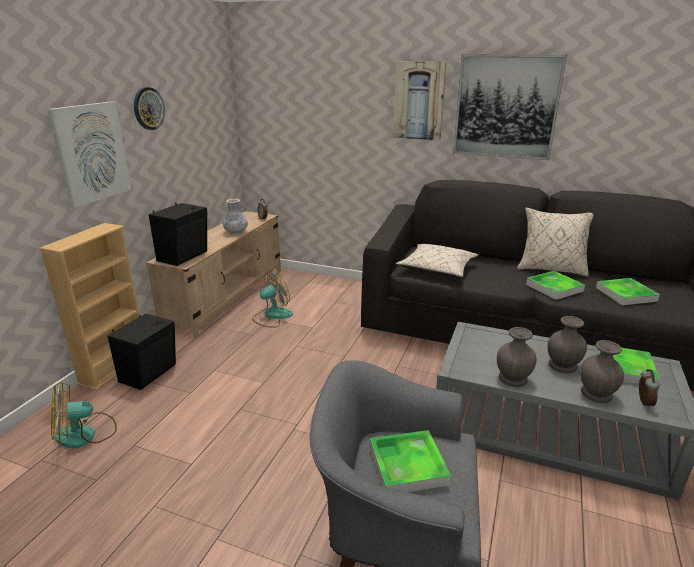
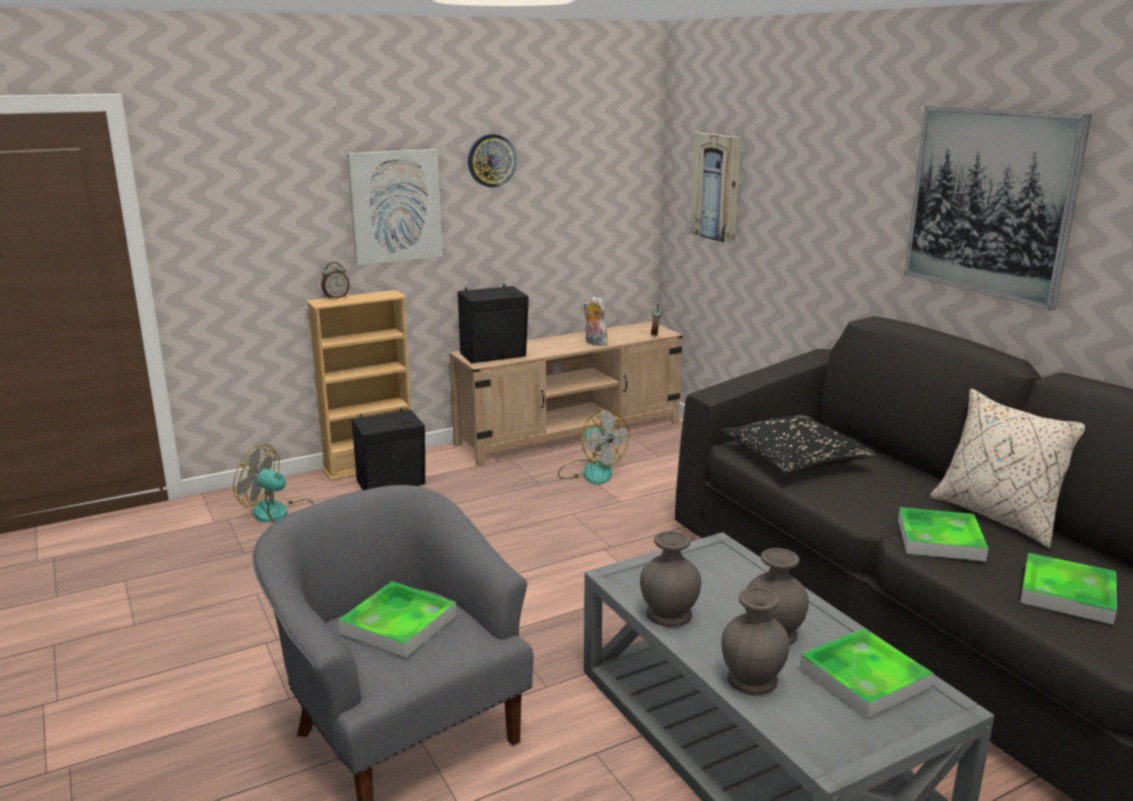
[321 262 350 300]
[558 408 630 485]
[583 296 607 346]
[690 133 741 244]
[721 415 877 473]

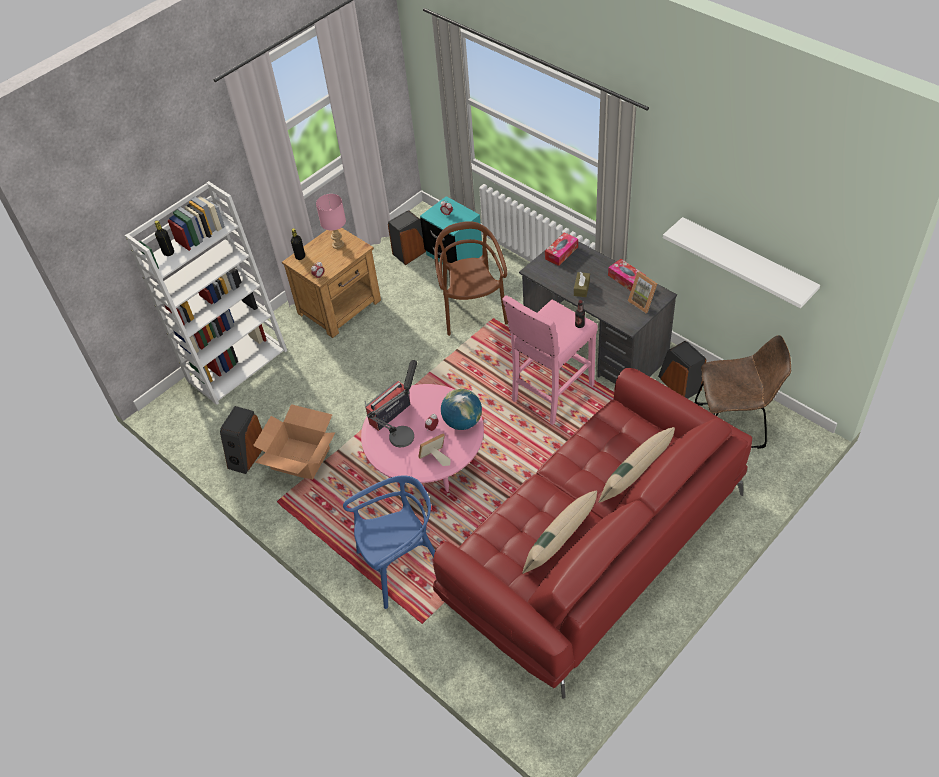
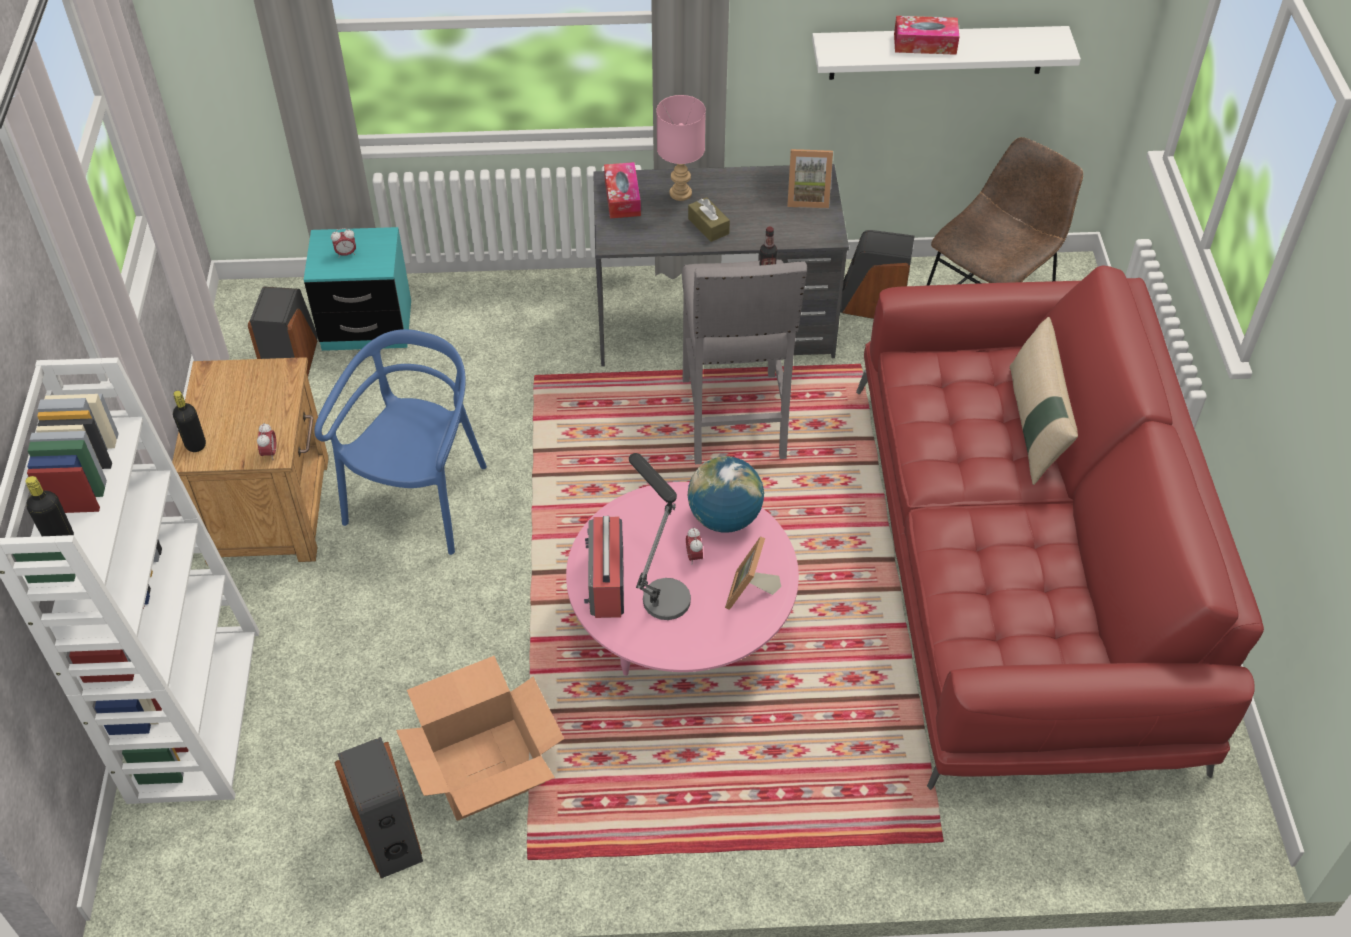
[314 329 487 555]
[656 95 706 201]
[682 259 807 464]
[894 16 959 55]
[434 221 508 336] (first image)
[522 491 597 574] (first image)

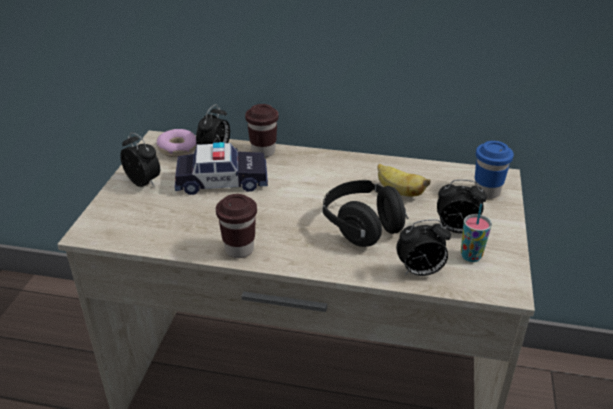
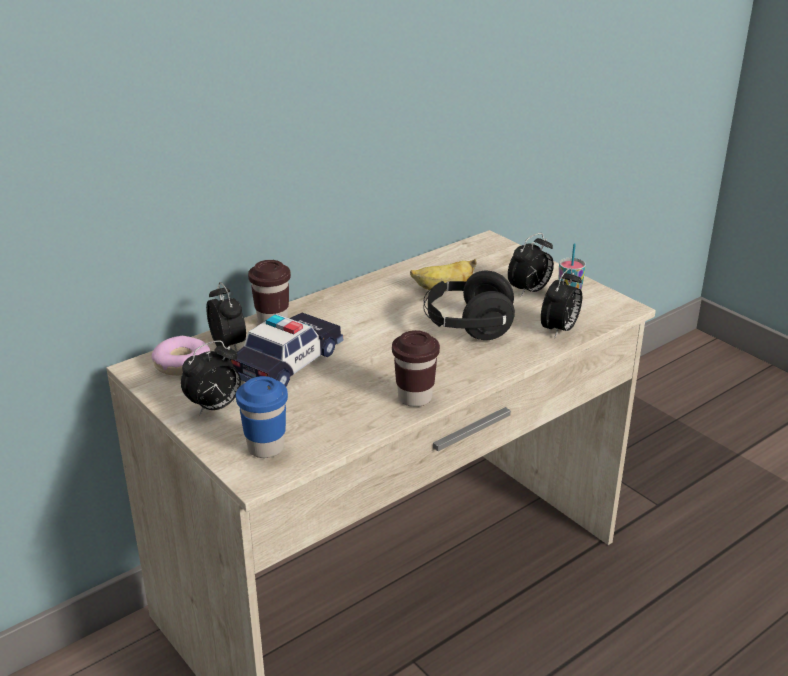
[181 340 241 416]
[236 376 288 458]

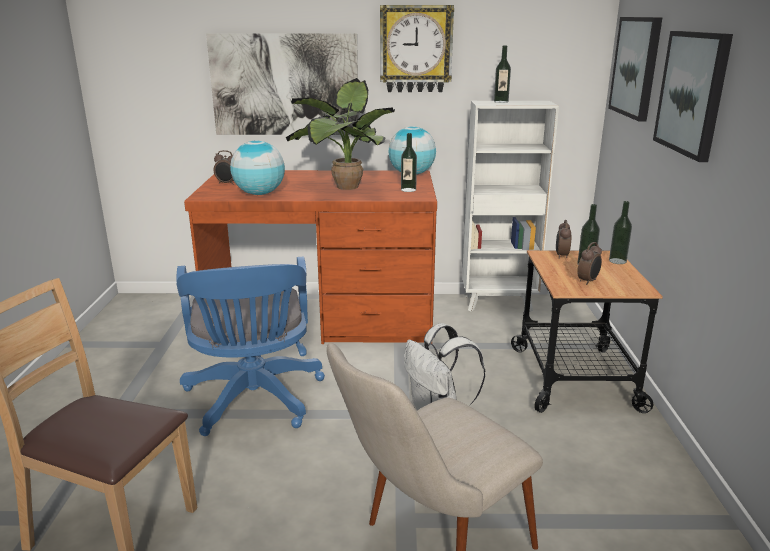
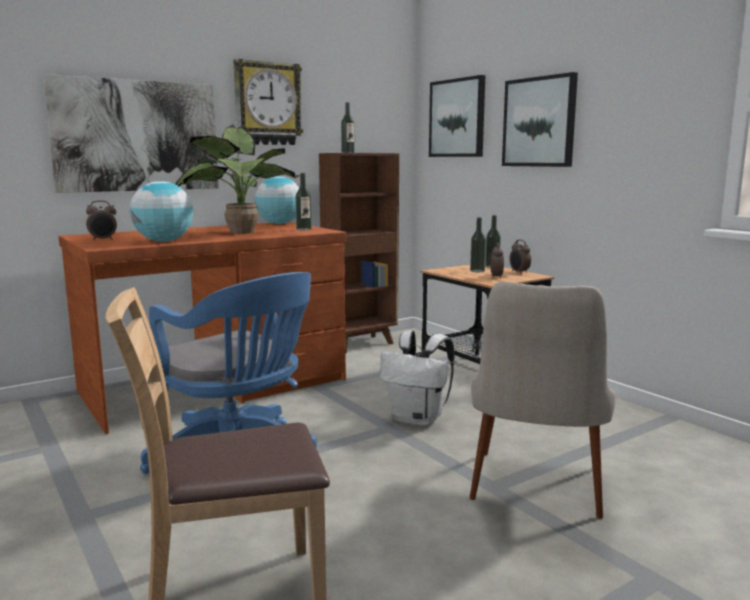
[319 153 399 353]
[509 239 531 274]

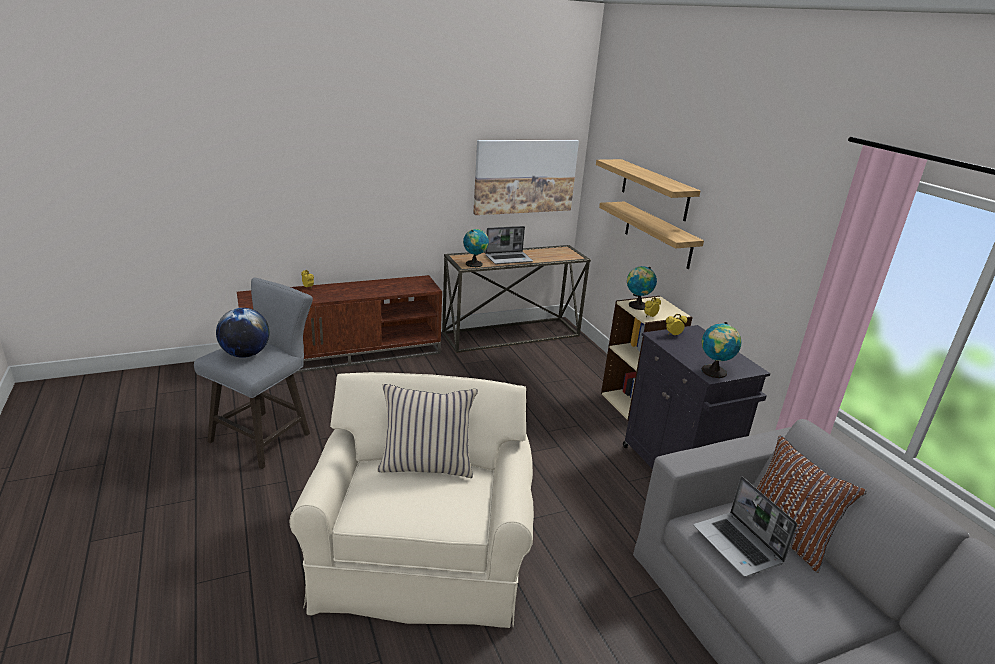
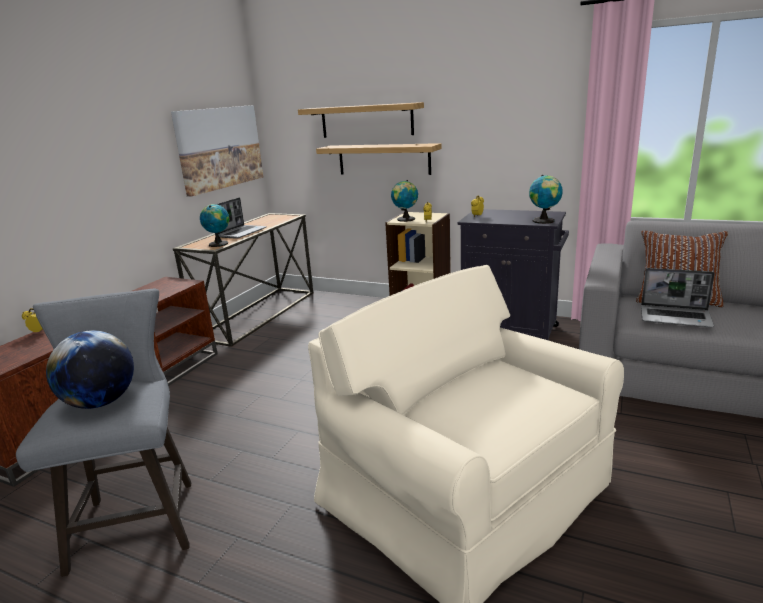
[377 384 478 478] (first image)

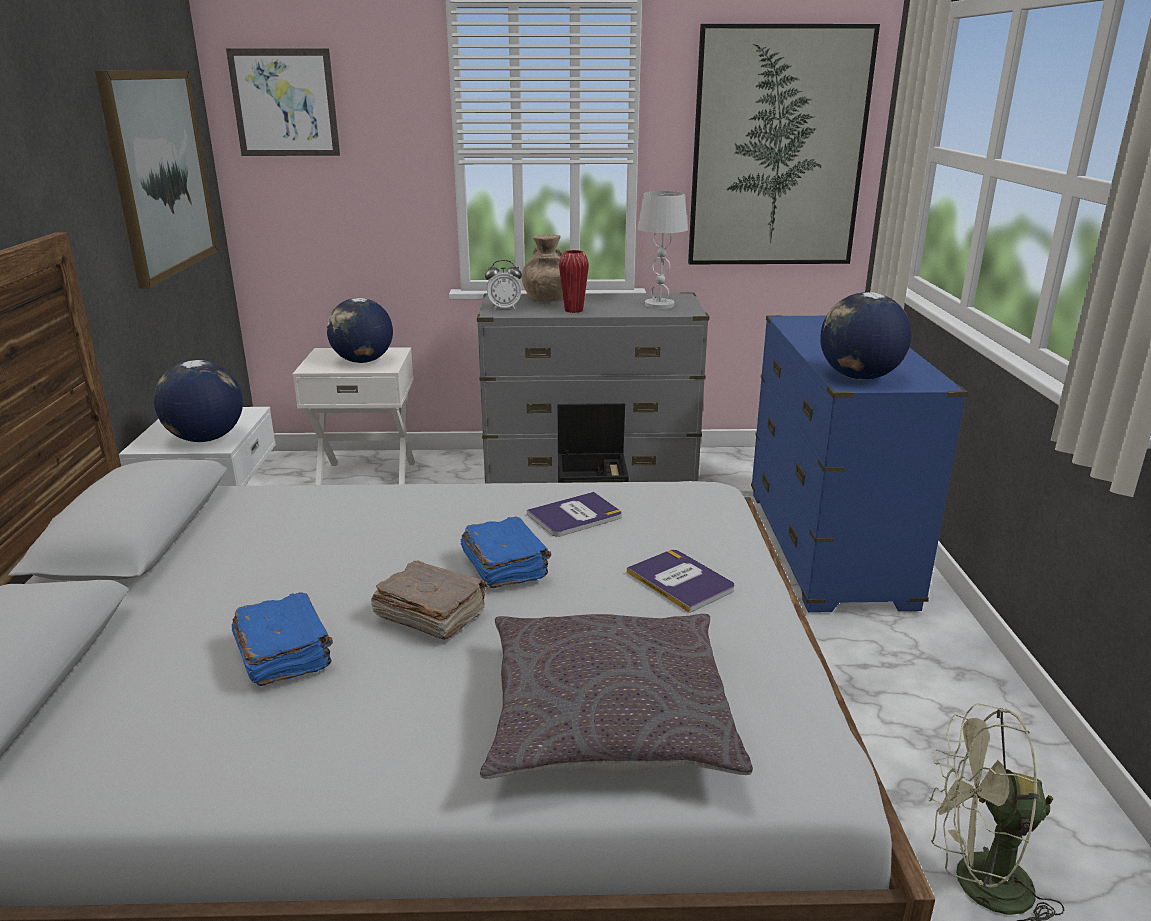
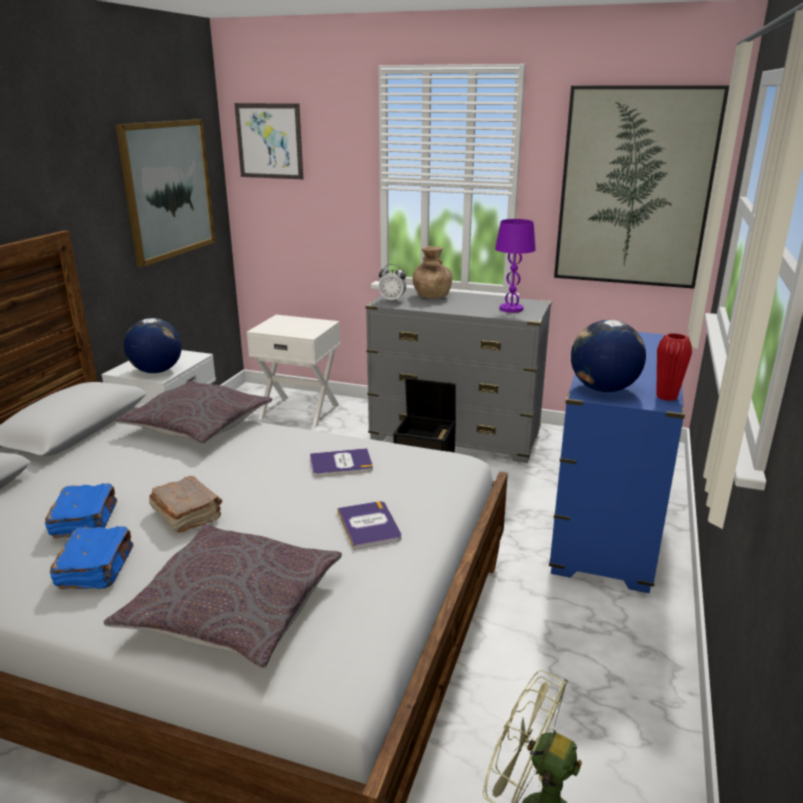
[50 526 133 589]
[115 381 272 444]
[495 219 536 313]
[657 333 692 401]
[327 298 393 363] (first image)

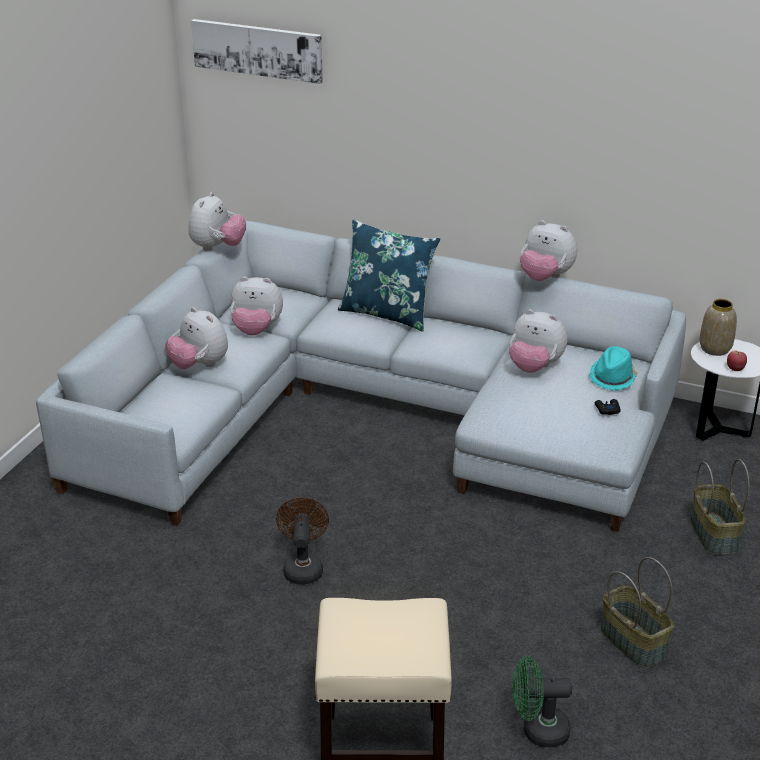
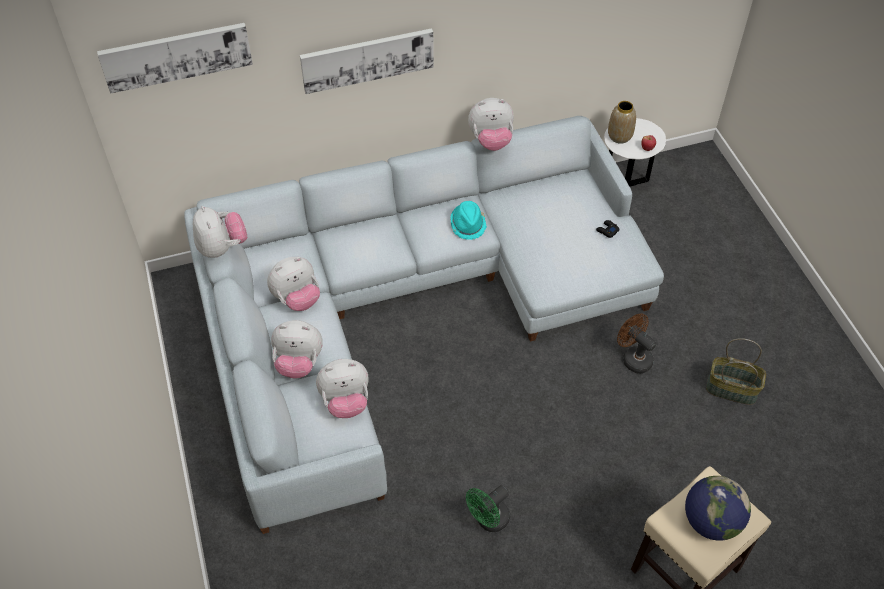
[300 28 434 94]
[316 359 369 418]
[450 201 487 240]
[466 485 510 532]
[617 314 656 374]
[685 476 751 541]
[338 219 440 332] (first image)
[690 459 750 555] (first image)

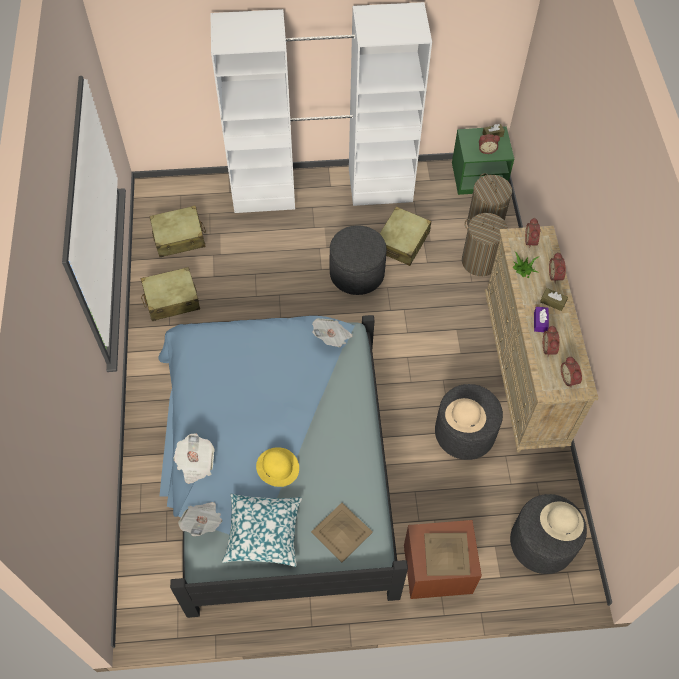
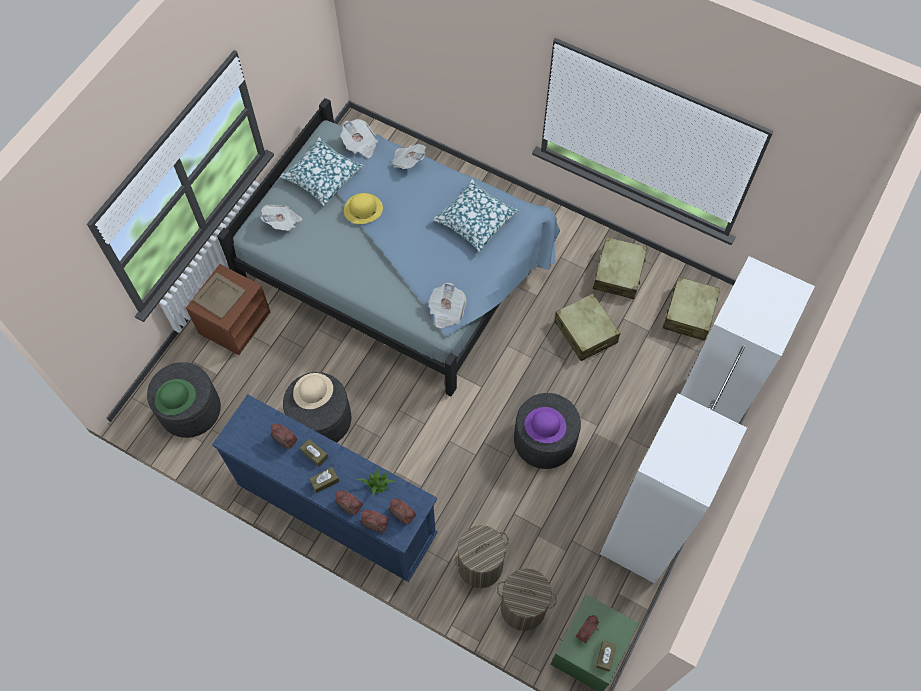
[155 379 196 415]
[212 394 438 582]
[261 205 302 231]
[300 439 328 467]
[360 510 389 532]
[433 179 519 252]
[525 407 566 443]
[555 293 620 361]

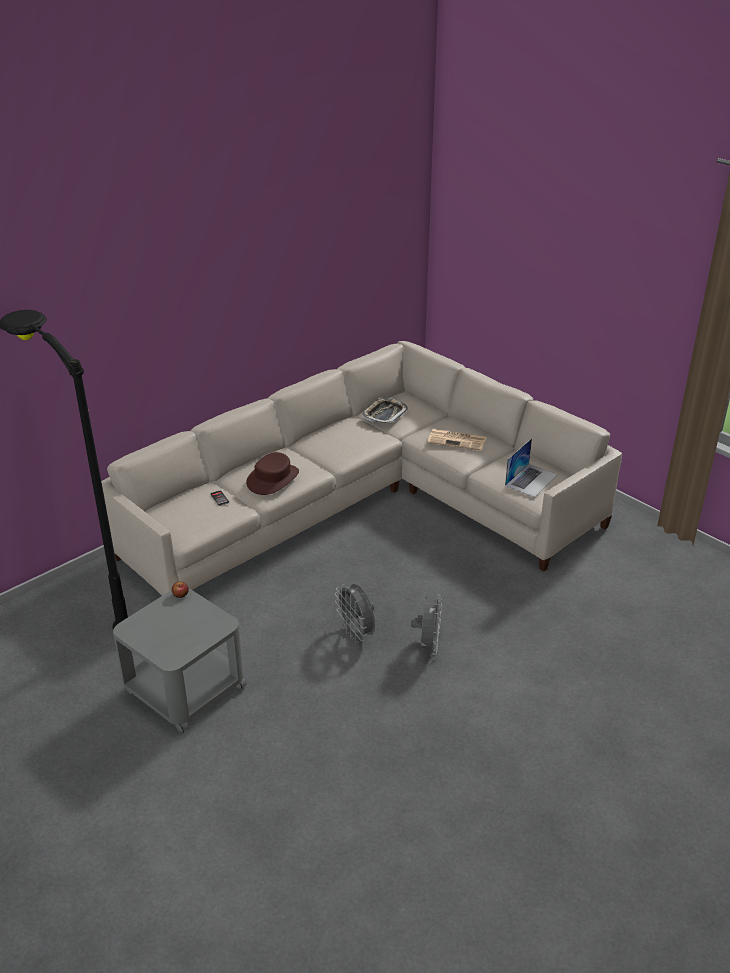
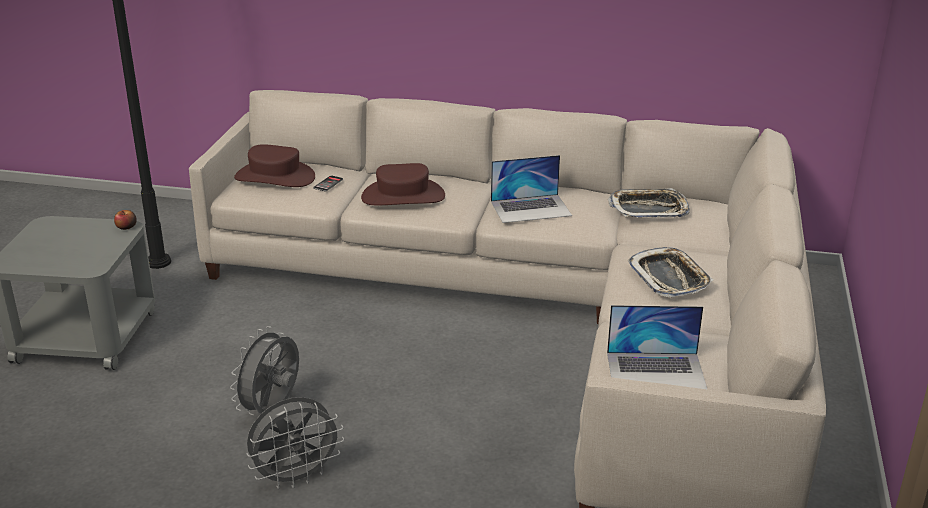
[234 144 315 187]
[491 155 572 223]
[628 247 714 297]

